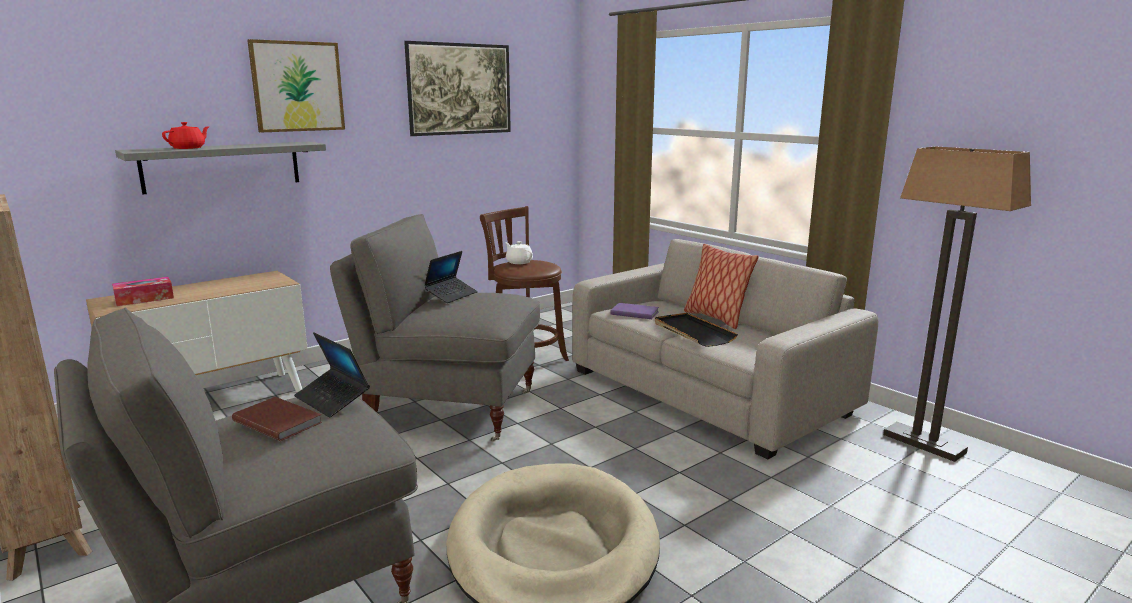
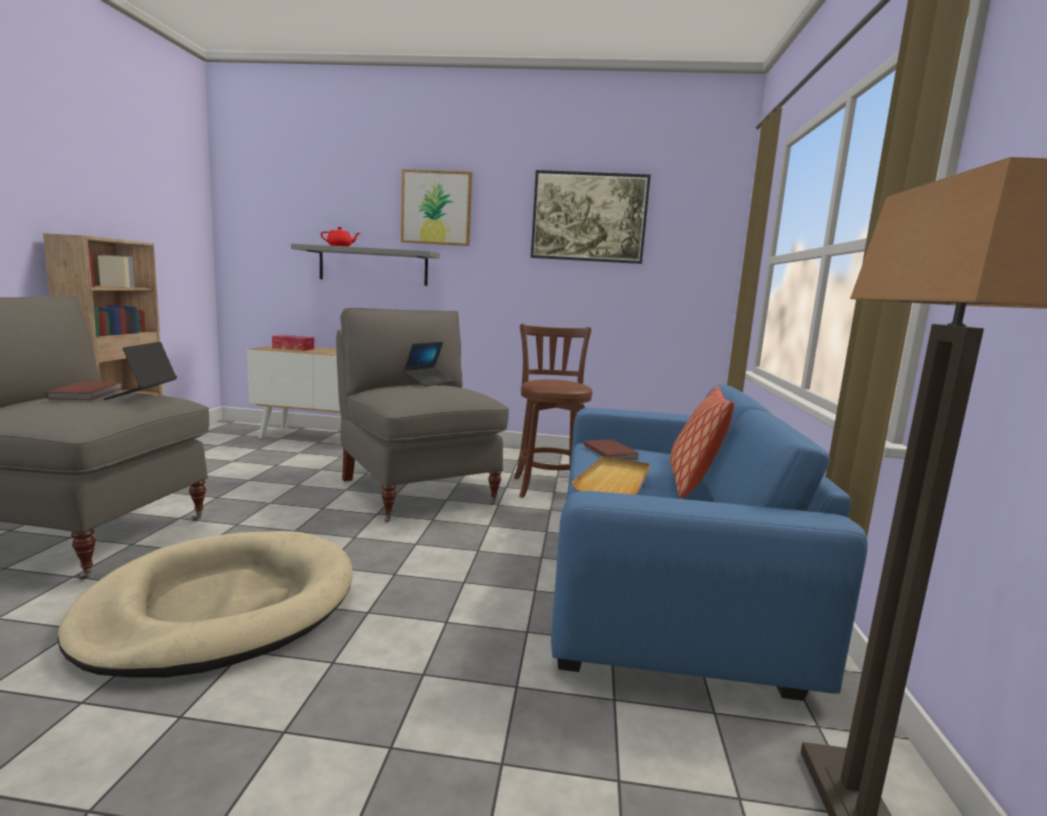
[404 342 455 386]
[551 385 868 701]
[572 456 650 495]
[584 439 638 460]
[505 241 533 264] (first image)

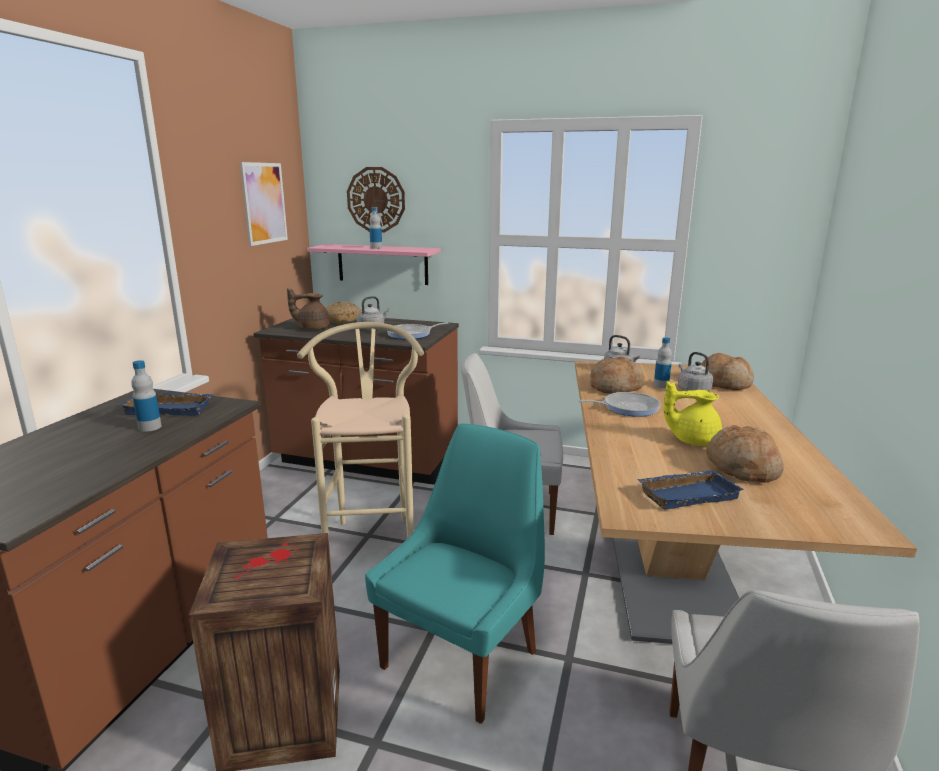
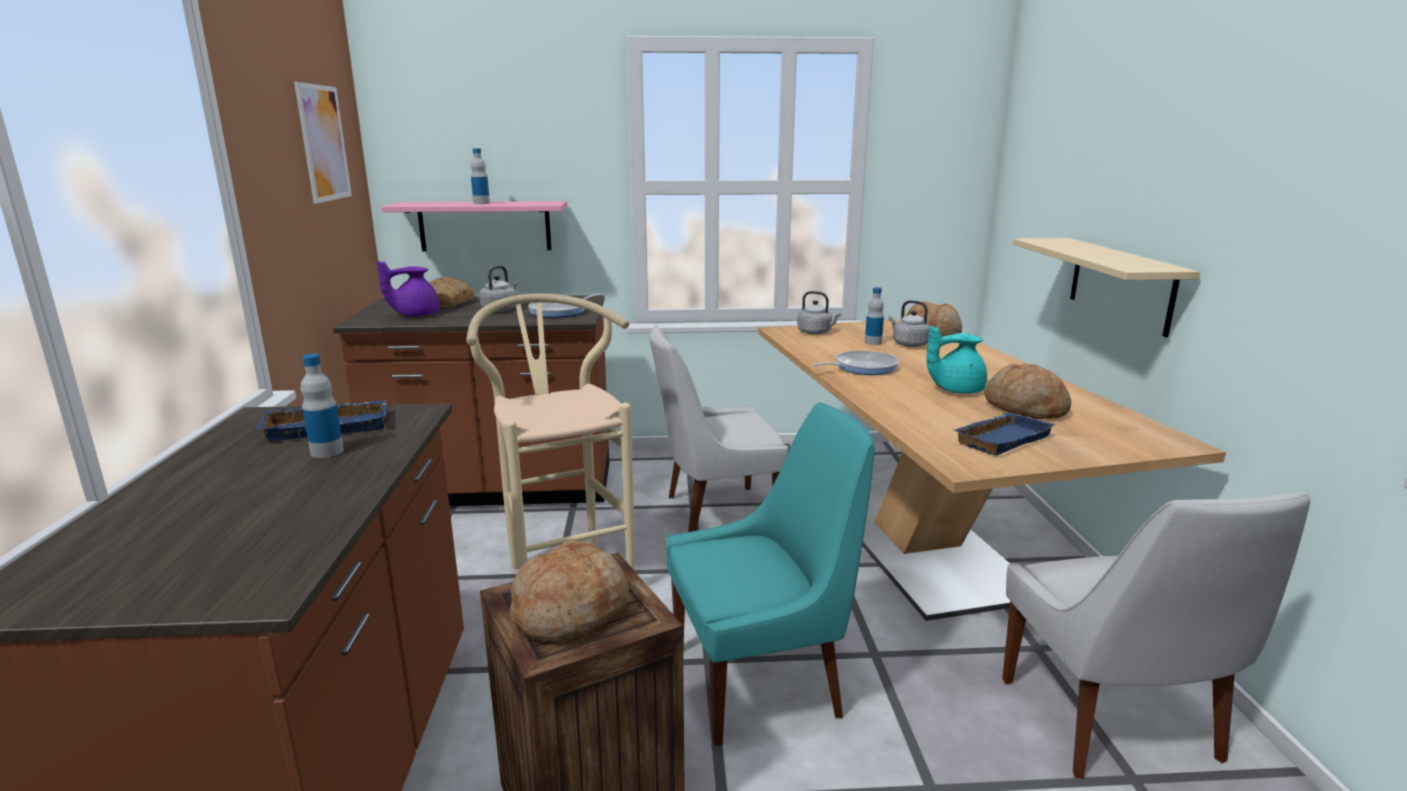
[377 261 439 317]
[510 541 629 642]
[666 403 875 746]
[926 326 987 394]
[1013 238 1200 337]
[347 167 405 232] (first image)

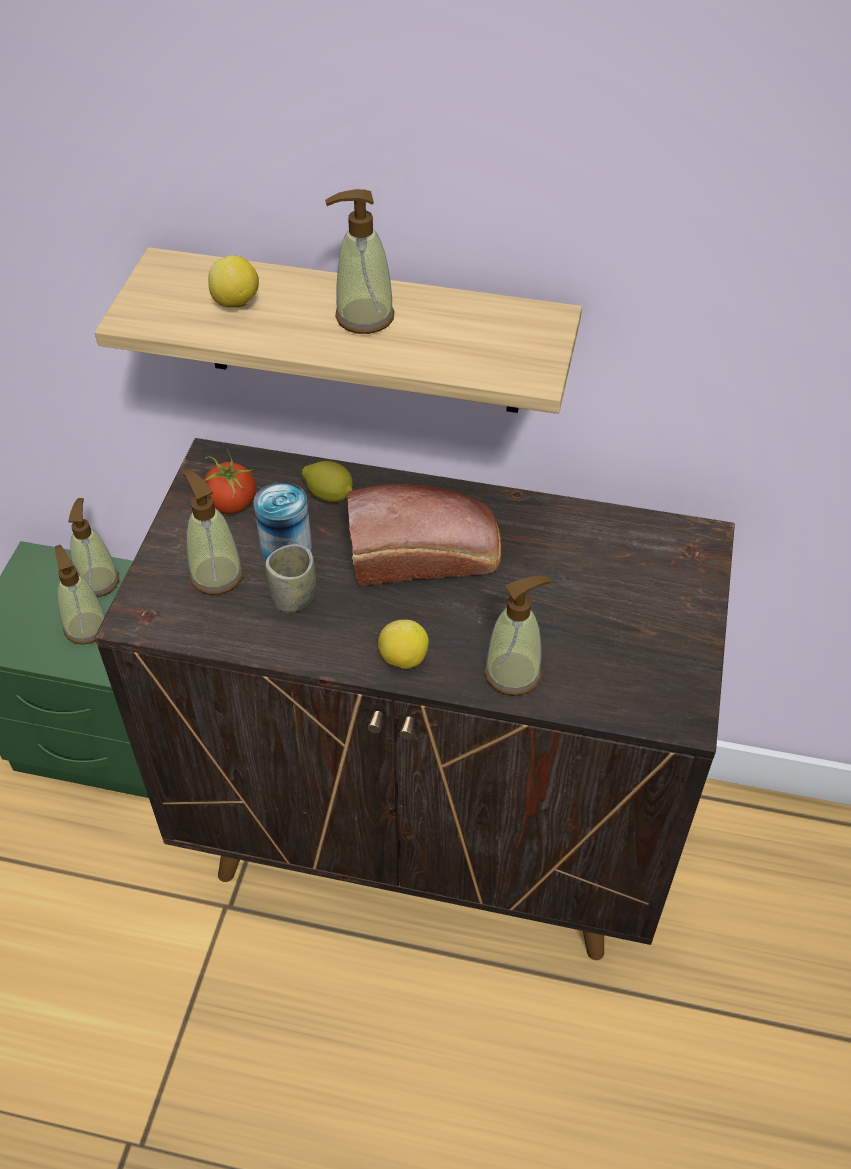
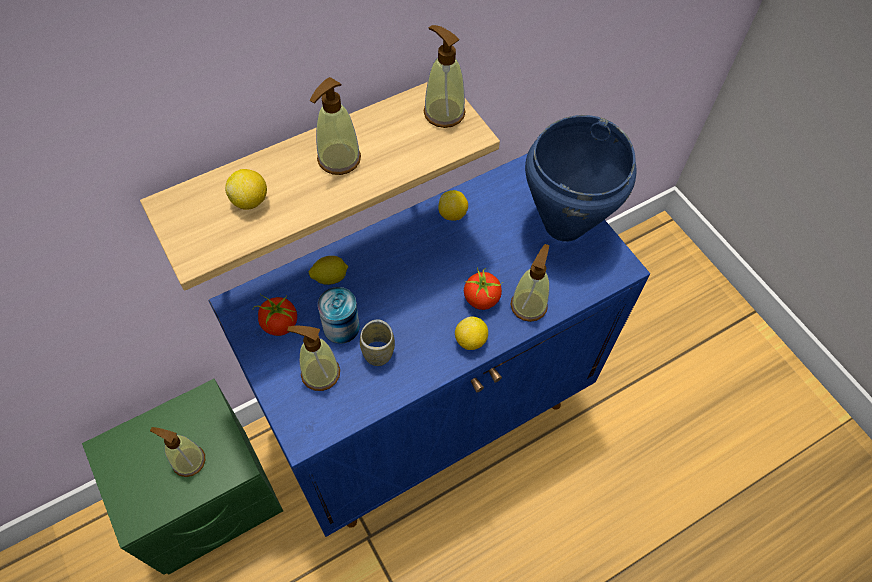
[208 153 650 537]
[423 25 466 128]
[438 190 468 221]
[464 267 503 310]
[525 115 637 242]
[348 484 501 586] (first image)

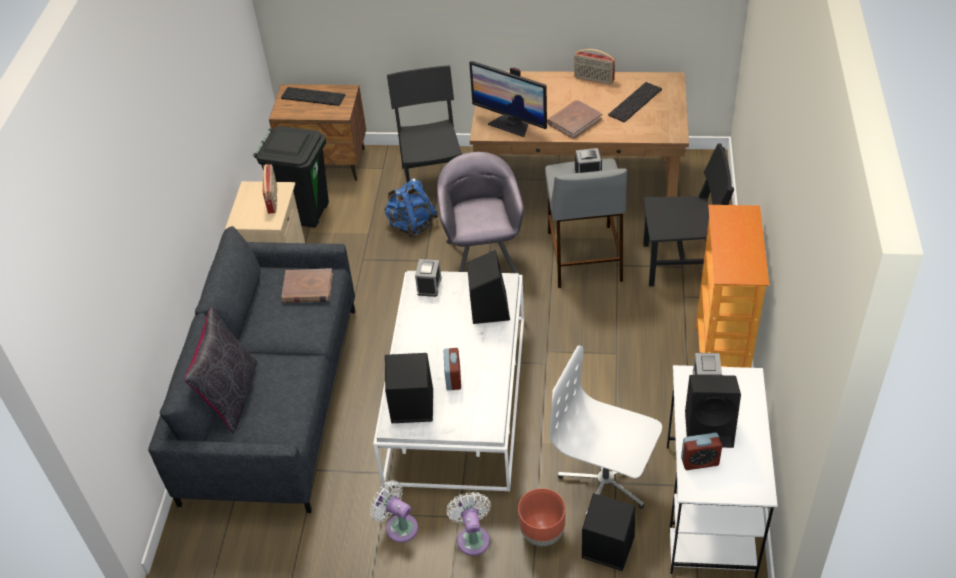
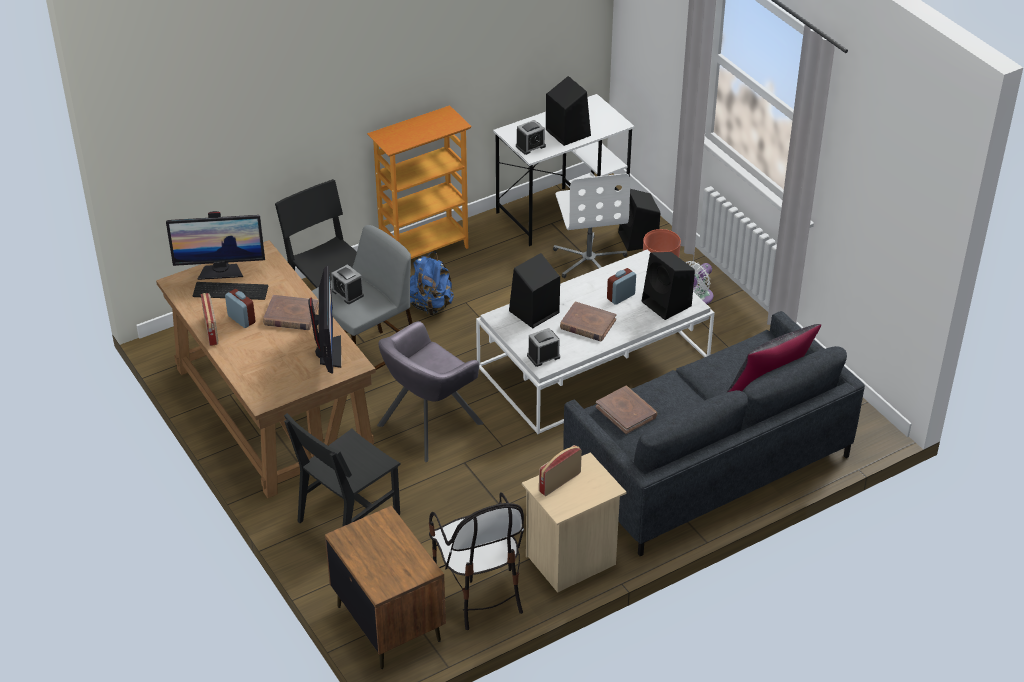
[166 211 265 280]
[225 289 256 328]
[410 252 454 315]
[429 492 524 630]
[560 301 617 341]
[281 87 345 106] (first image)
[370 480 418 543] (first image)

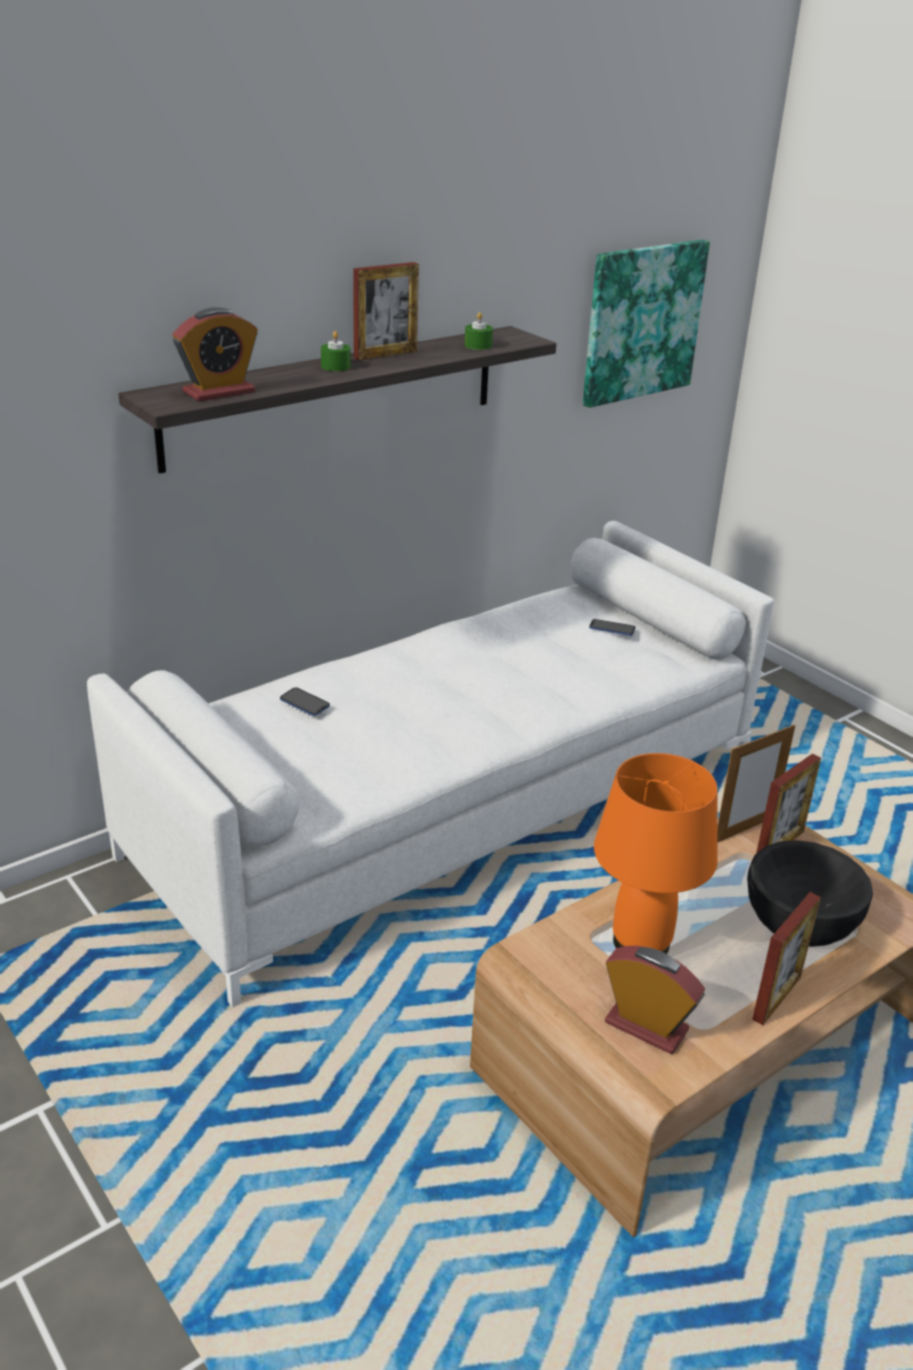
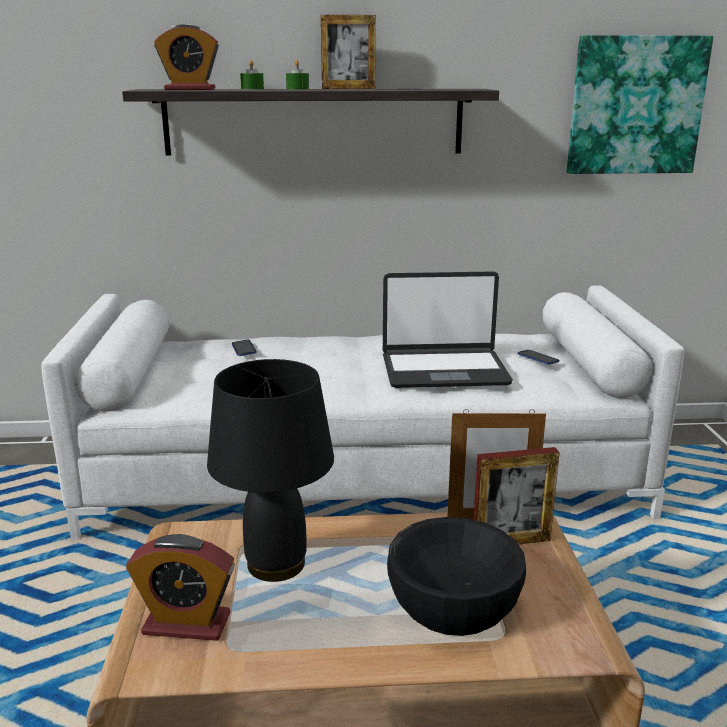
[126 534 235 641]
[207 359 334 582]
[240 60 264 90]
[383 271 513 388]
[752 892 821 1025] (first image)

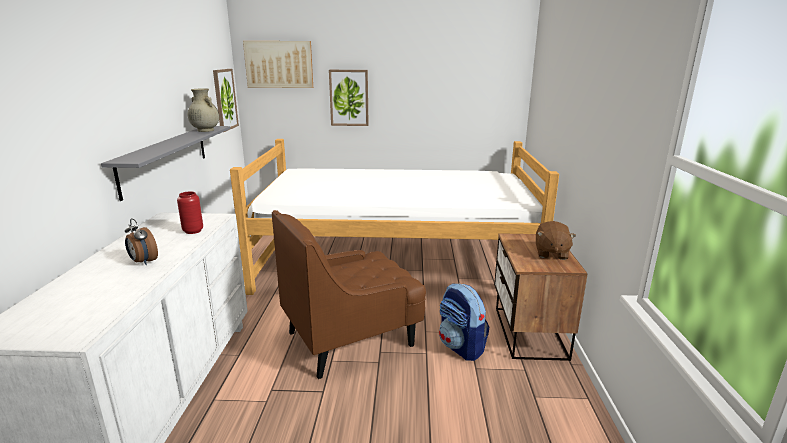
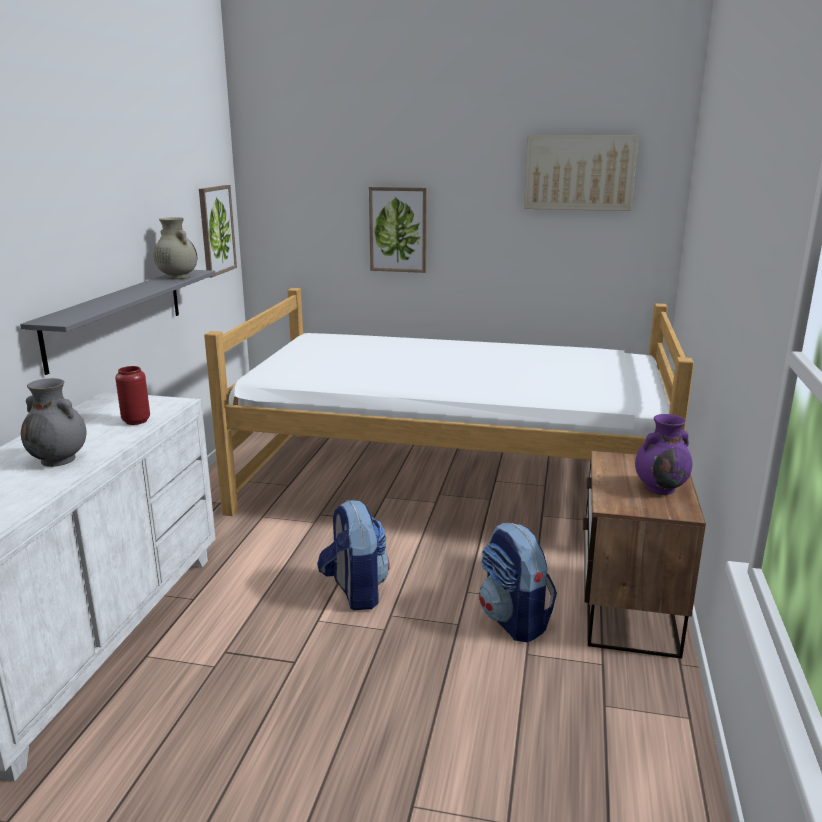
[21 378 86 467]
[317 500 390 610]
[524 135 639 211]
[635 414 692 495]

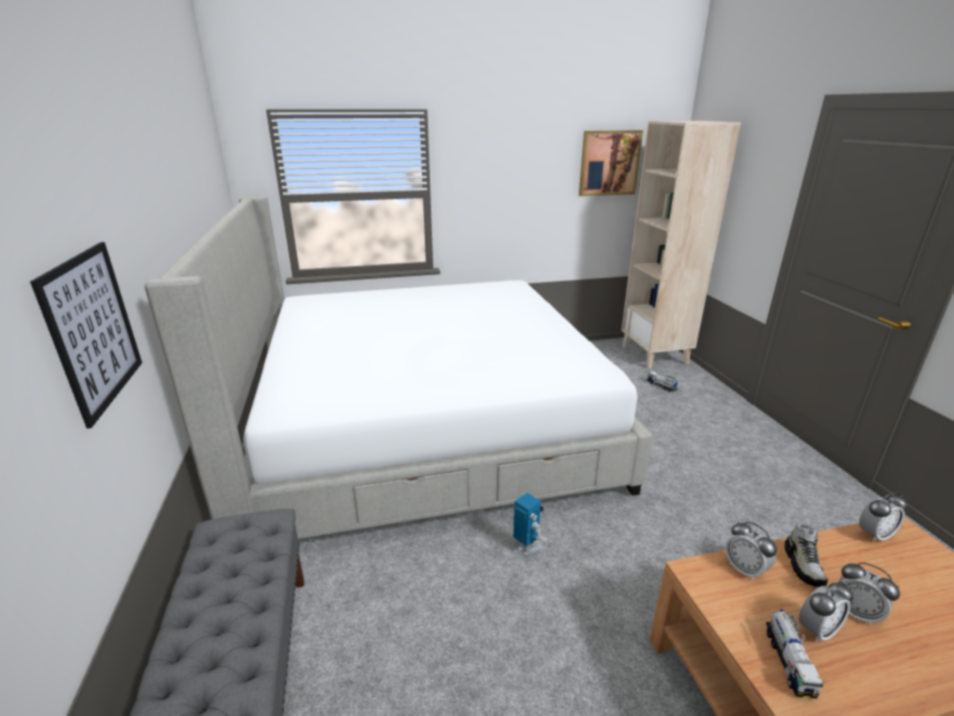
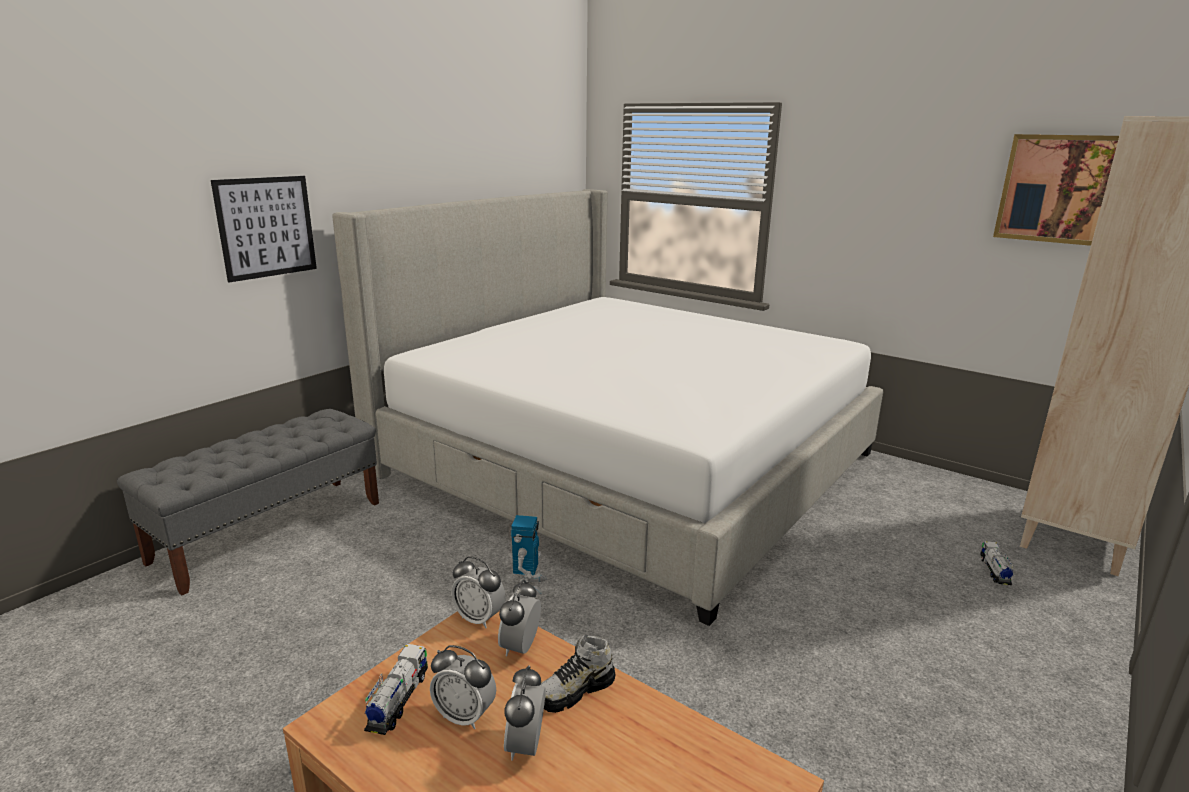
[364 644 428 735]
[451 556 506 628]

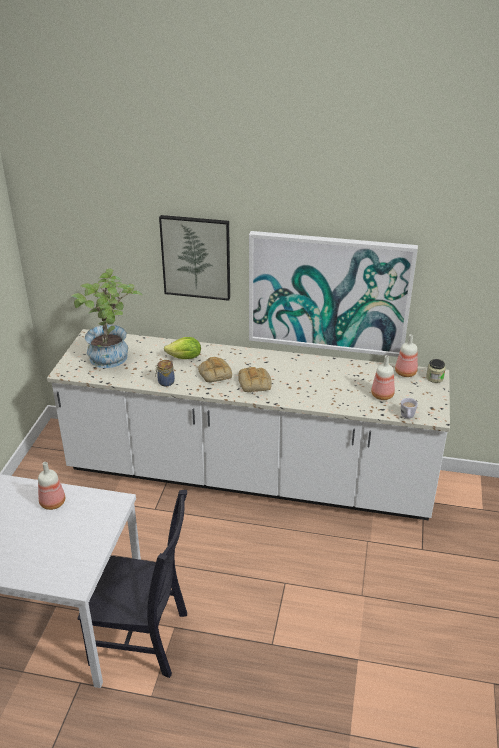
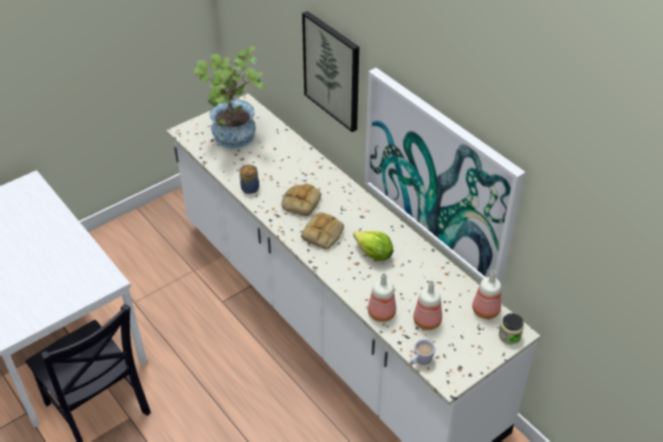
[353 231 393 261]
[368 273 396 322]

